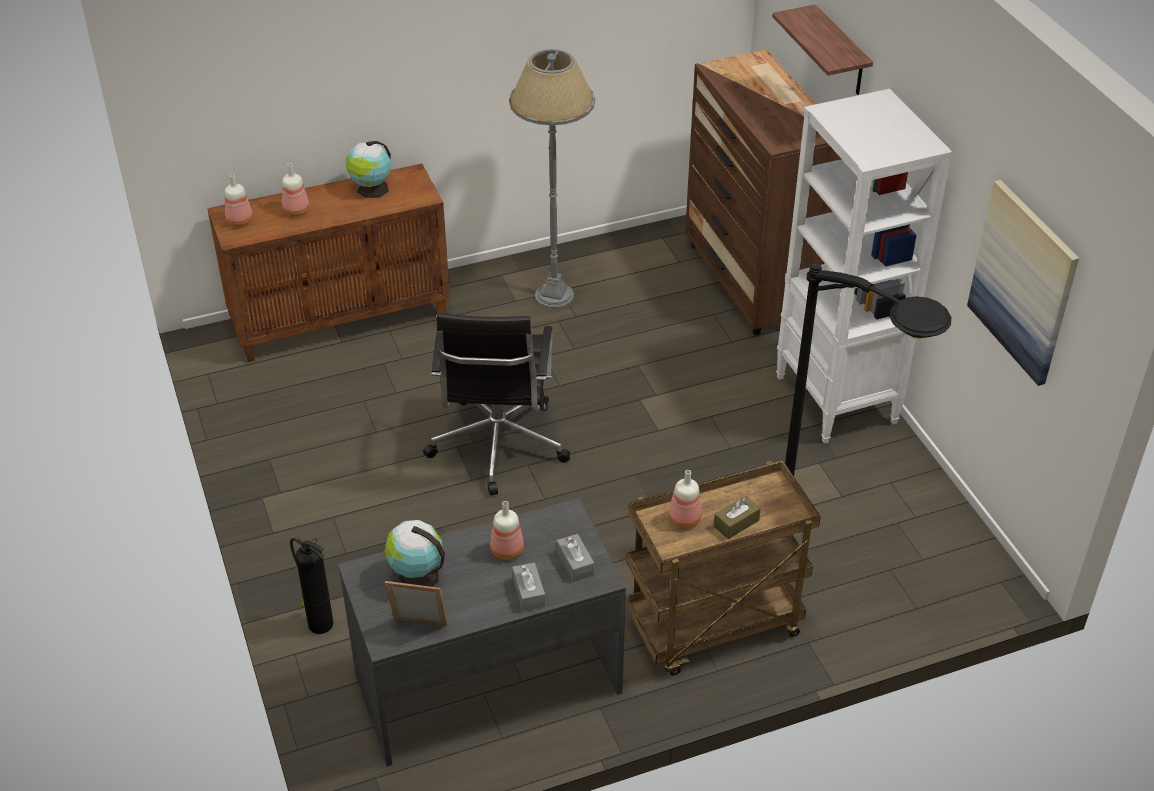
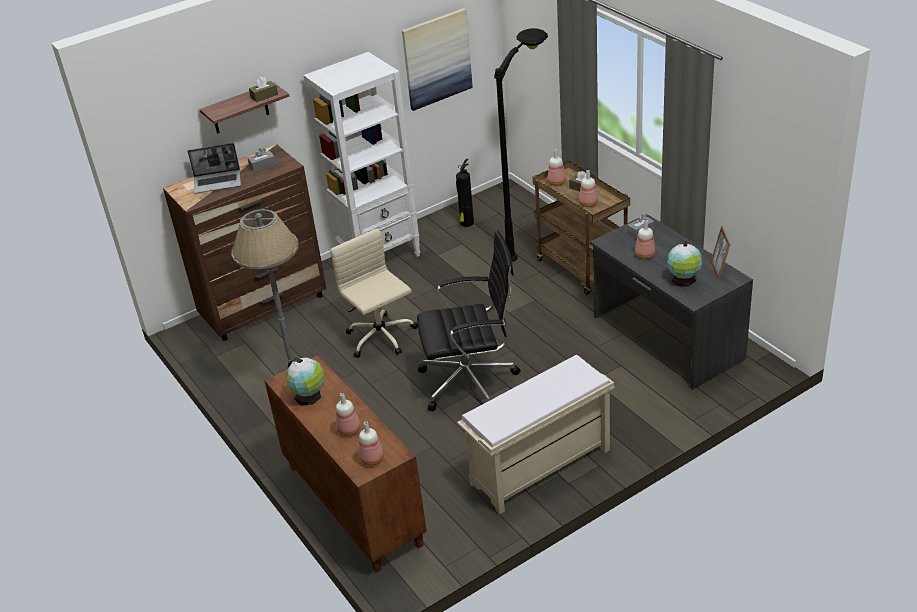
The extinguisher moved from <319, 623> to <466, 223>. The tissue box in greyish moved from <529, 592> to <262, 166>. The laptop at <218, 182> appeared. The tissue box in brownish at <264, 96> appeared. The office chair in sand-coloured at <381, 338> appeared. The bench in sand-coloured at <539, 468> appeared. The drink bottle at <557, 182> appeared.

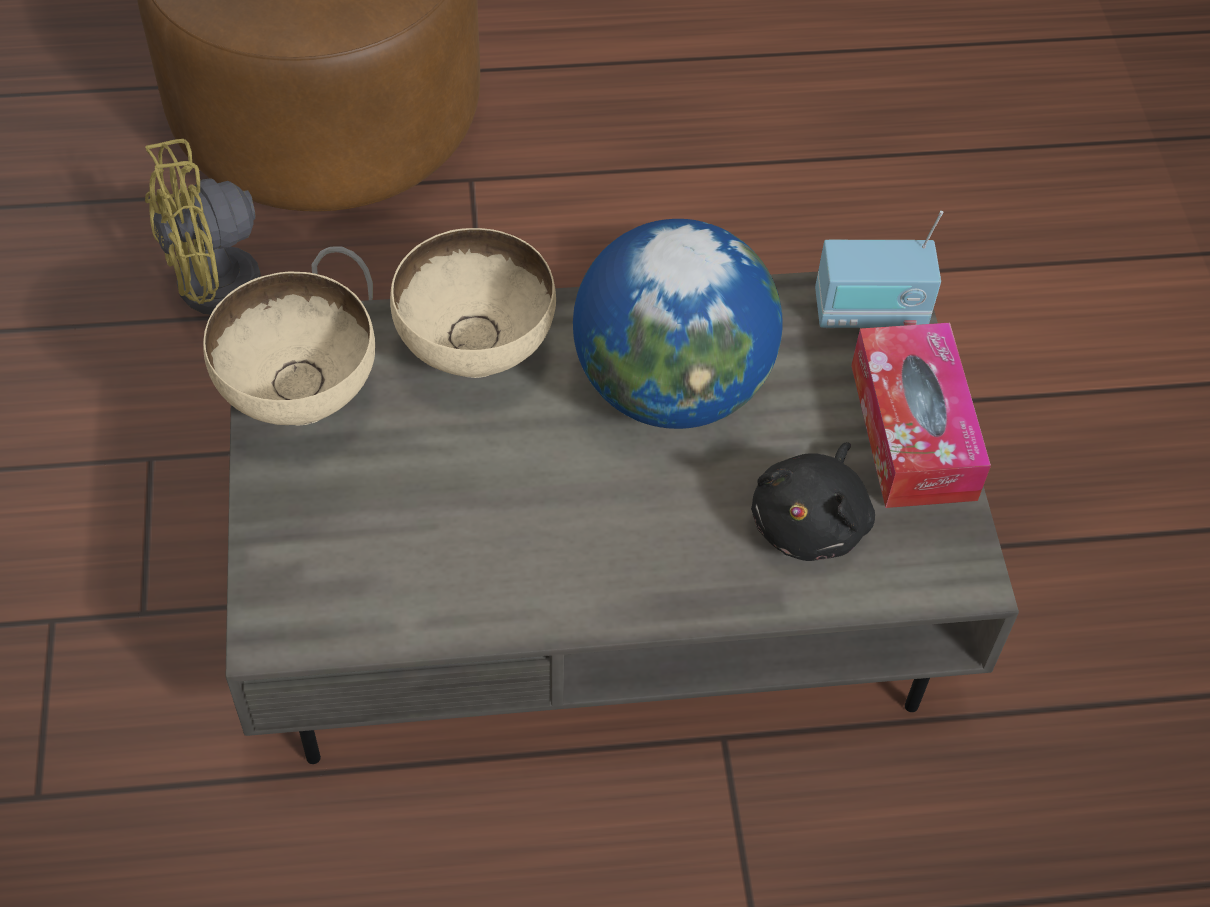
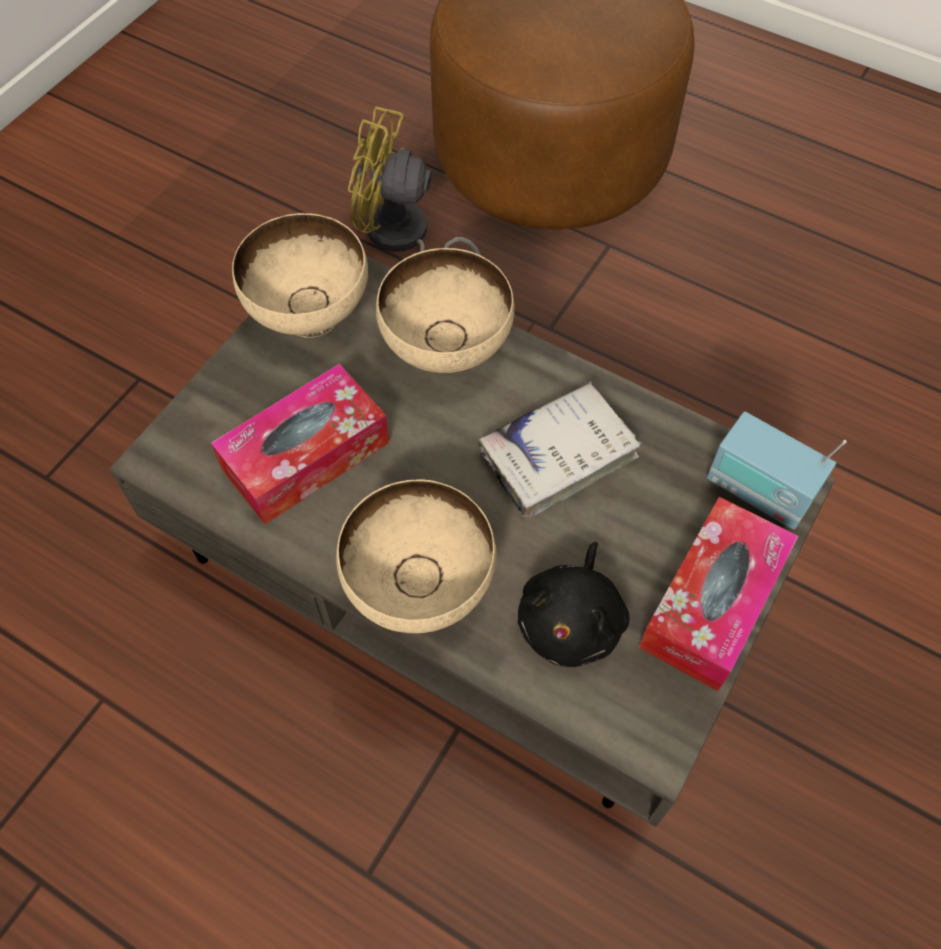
The globe at <671, 387> was replaced by the book in whitish at <558, 456>. The soft toy in black at <811, 522> turned 45 degrees counterclockwise. The tissue box at <306, 456> appeared. The deep dish in sand-coloured at <419, 588> appeared.

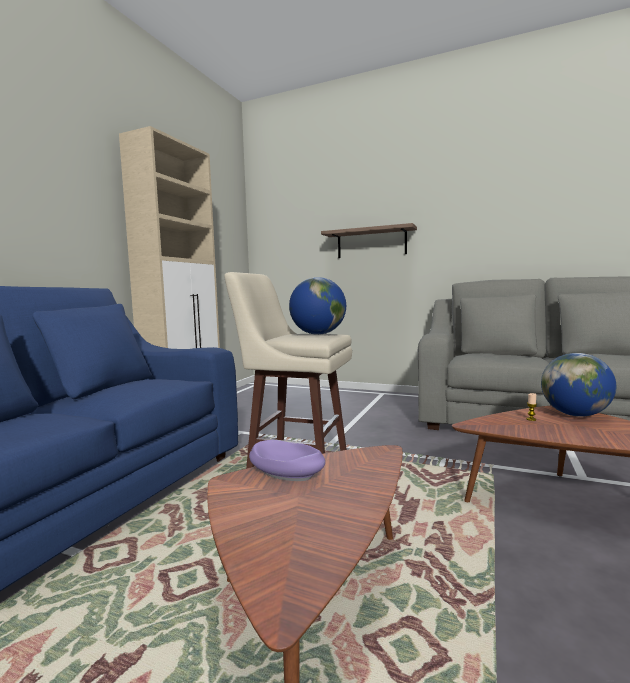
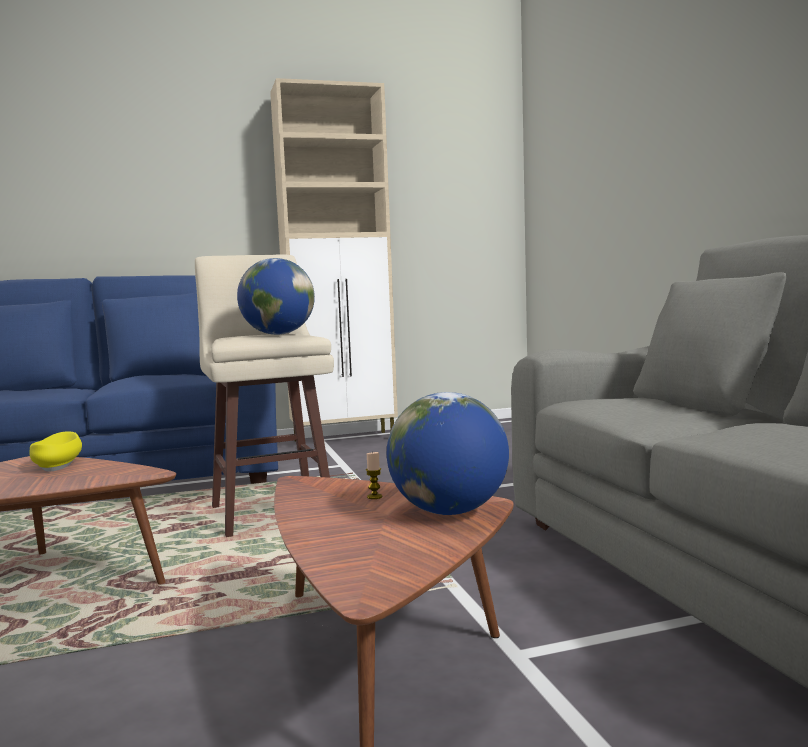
The deep dish in purple at <287, 474> became the deep dish in yellow-coloured at <58, 465>. The bracket shelf at <371, 243> disappeared.

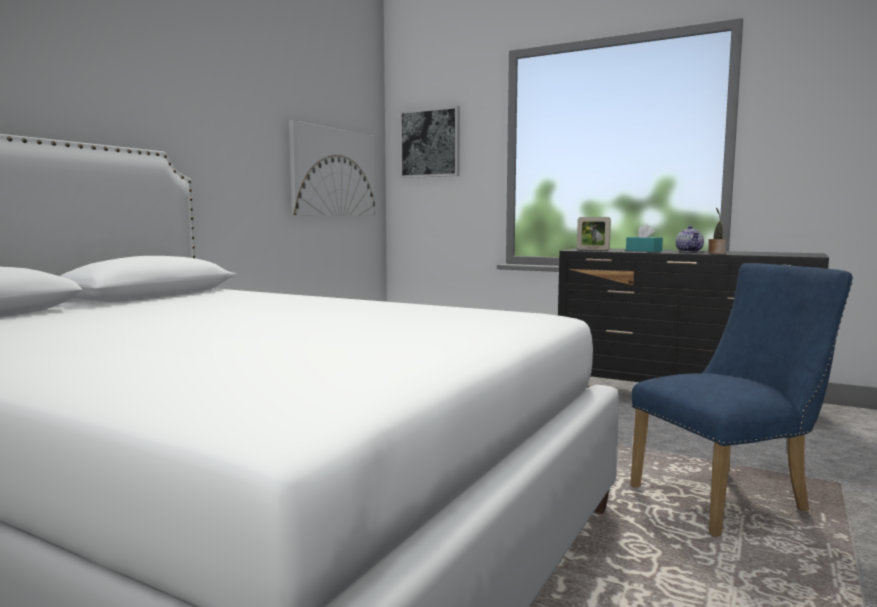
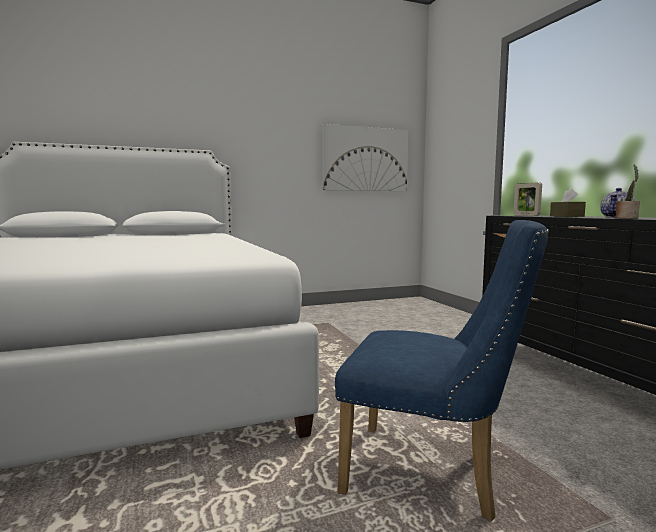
The wall art at <430, 143> disappeared. The tissue box in blue-green at <643, 251> became the tissue box in brownish at <566, 216>.

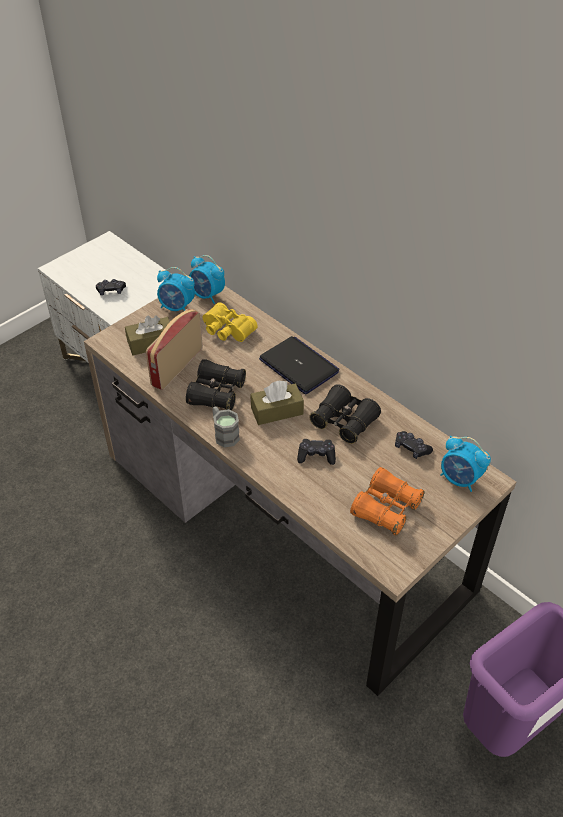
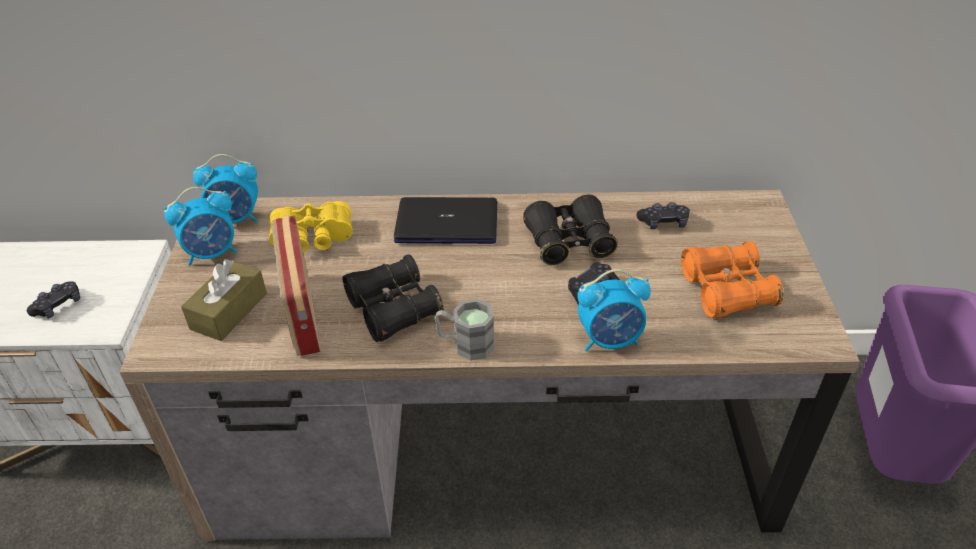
The tissue box in brownish at <277, 411> disappeared. The table clock moved from <460, 479> to <610, 340>.

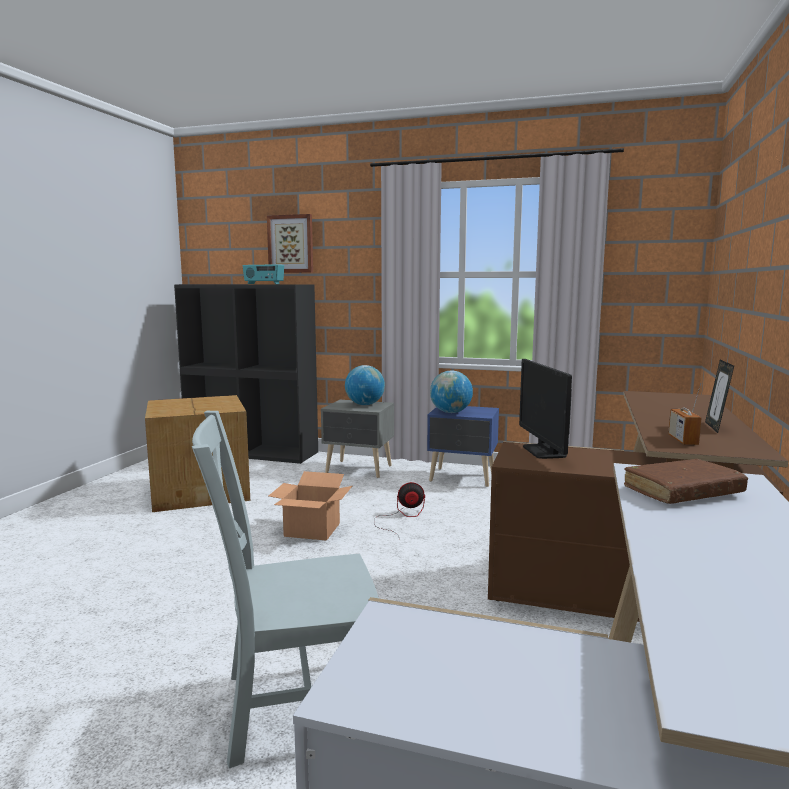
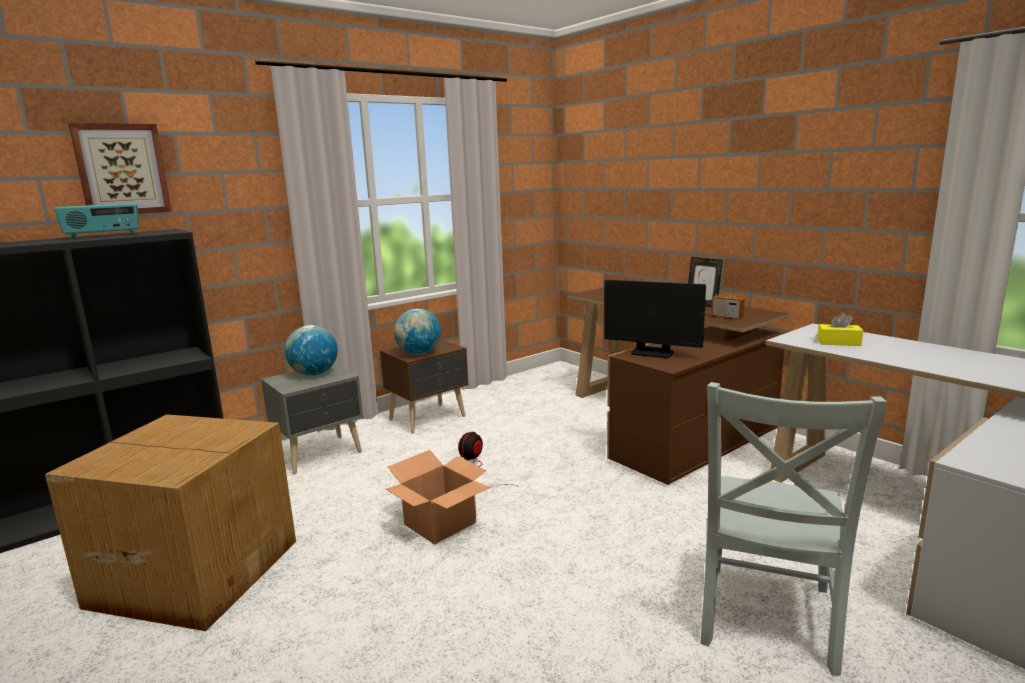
The nightstand in blue-coloured at <463, 478> became the nightstand in brownish at <429, 418>. The book in brownish at <682, 492> was replaced by the tissue box in yellow-coloured at <838, 342>.

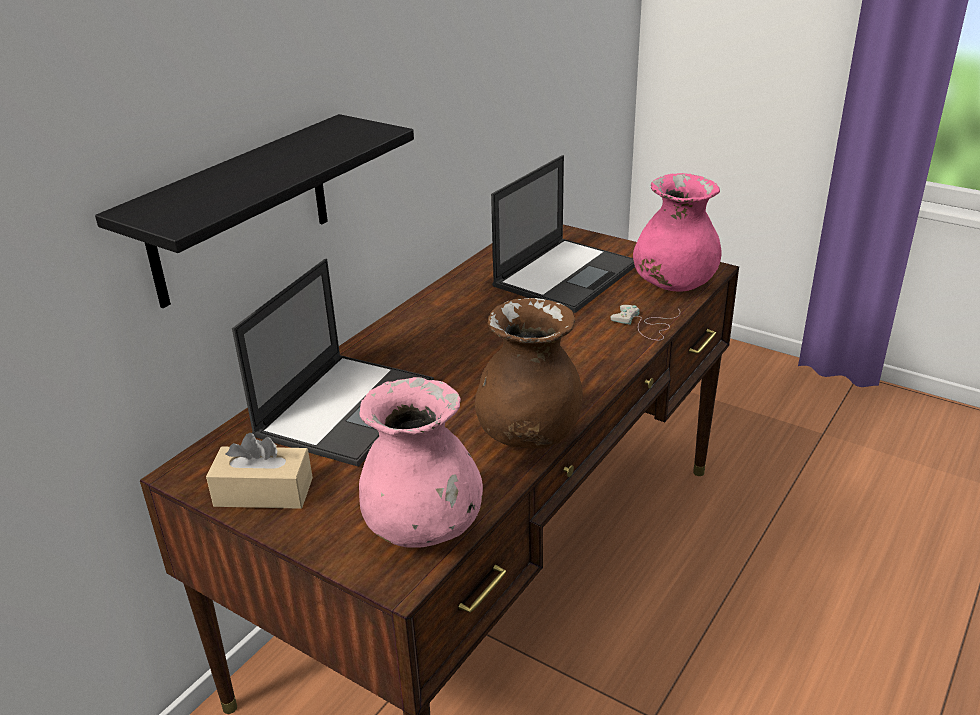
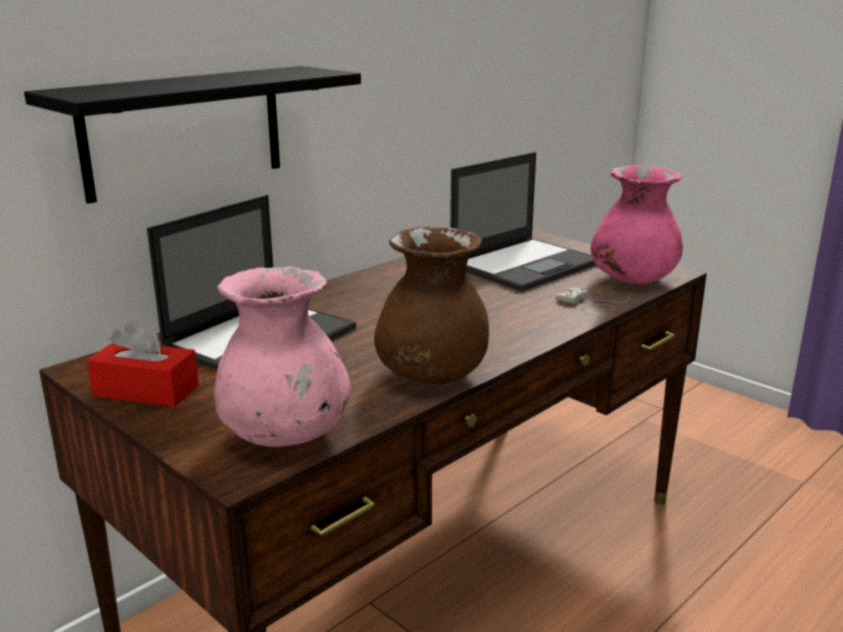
The tissue box in sand-coloured at <263, 492> became the tissue box in reddish at <146, 391>.

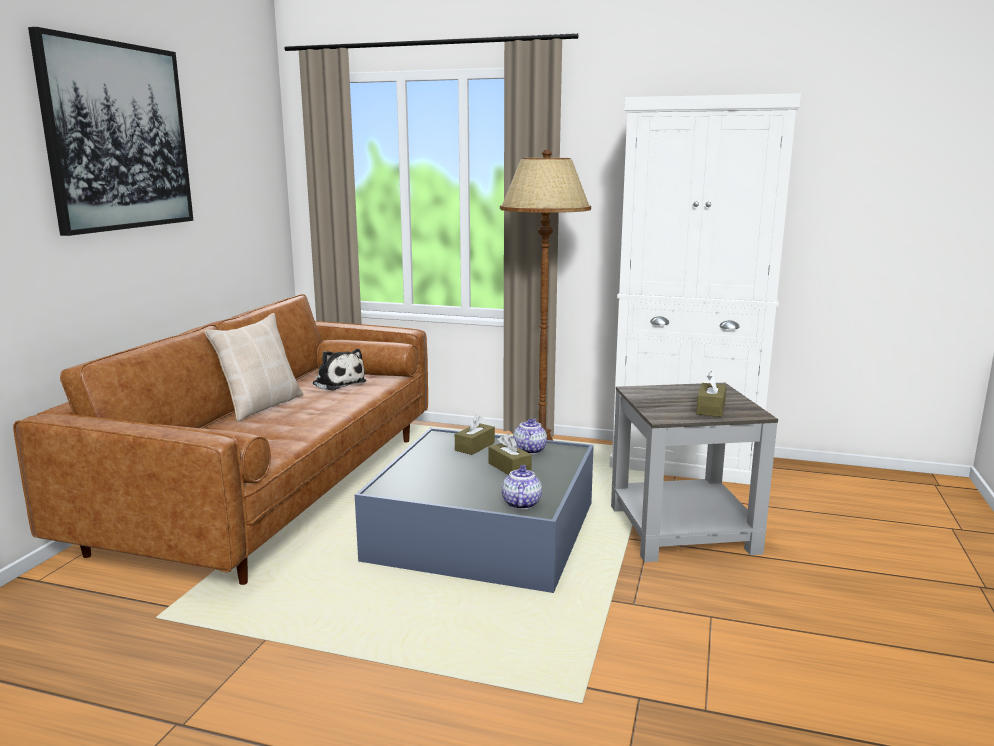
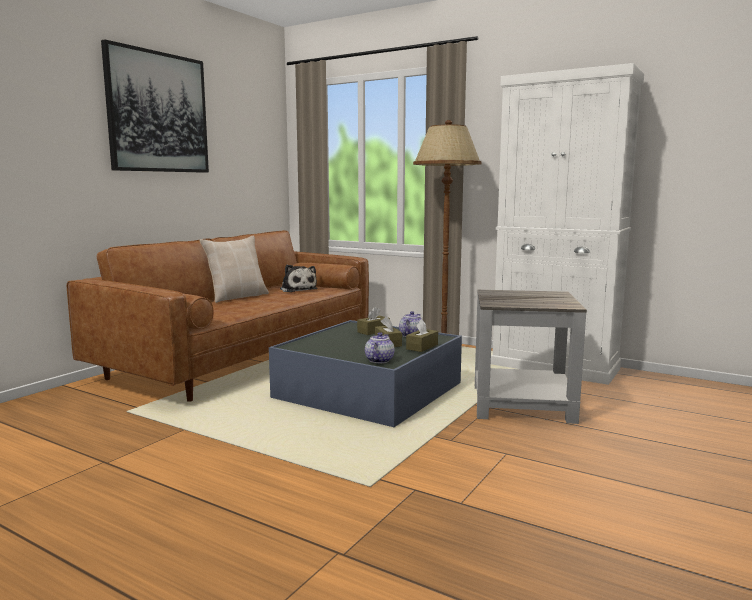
The tissue box in brownish moved from <710, 408> to <422, 347>.

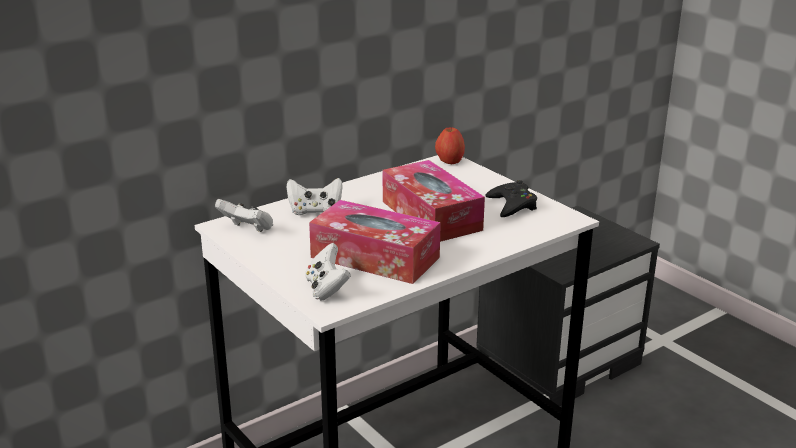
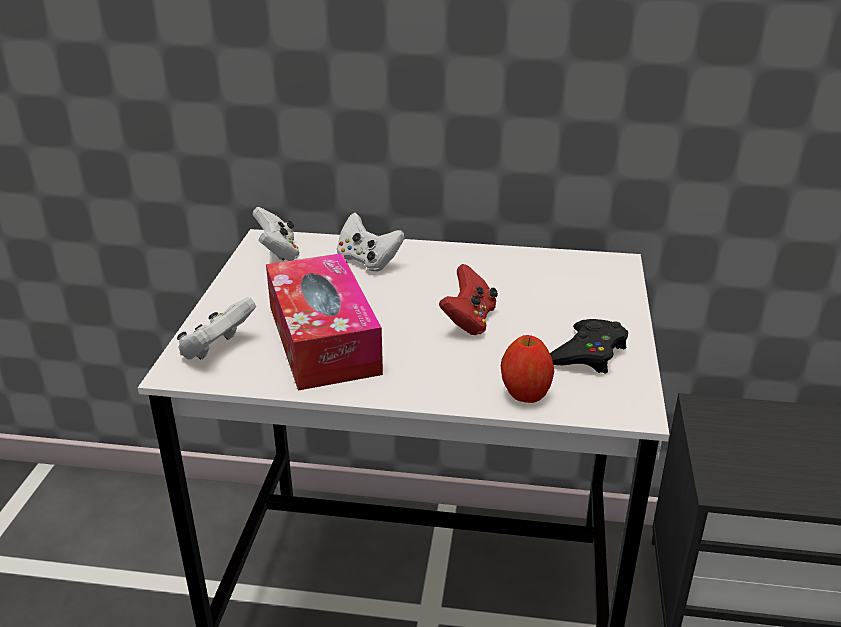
The tissue box at <431, 215> was replaced by the game controller in reddish at <469, 320>. The whole apple moved from <449, 162> to <525, 394>.

